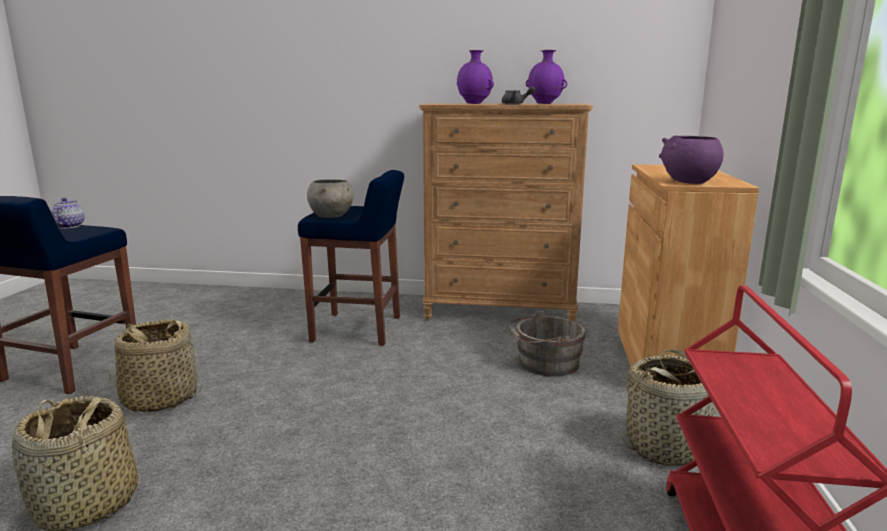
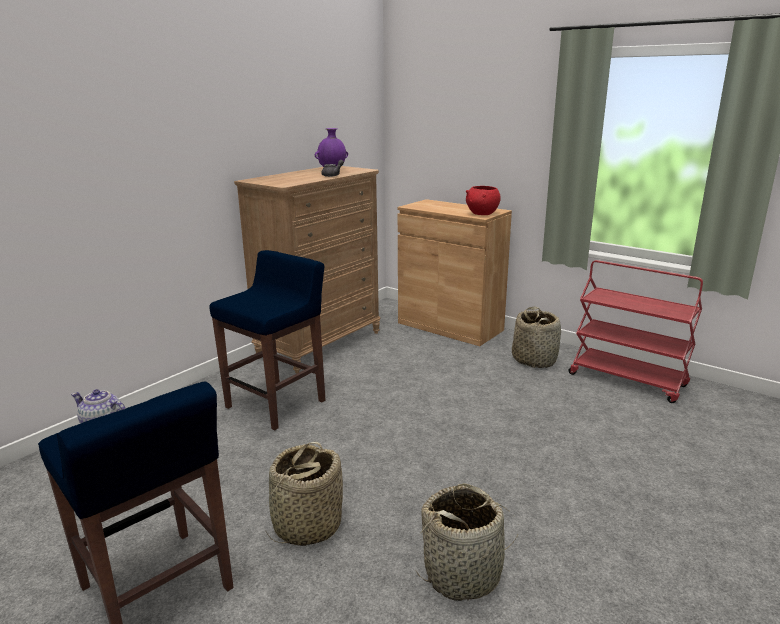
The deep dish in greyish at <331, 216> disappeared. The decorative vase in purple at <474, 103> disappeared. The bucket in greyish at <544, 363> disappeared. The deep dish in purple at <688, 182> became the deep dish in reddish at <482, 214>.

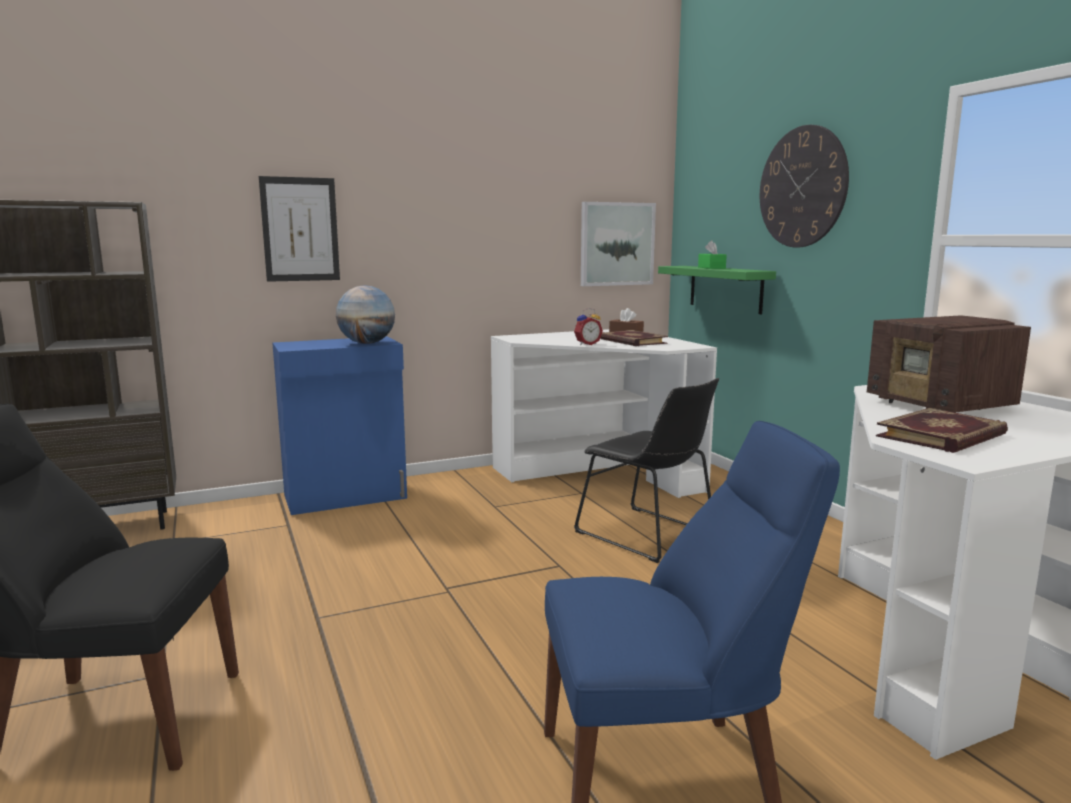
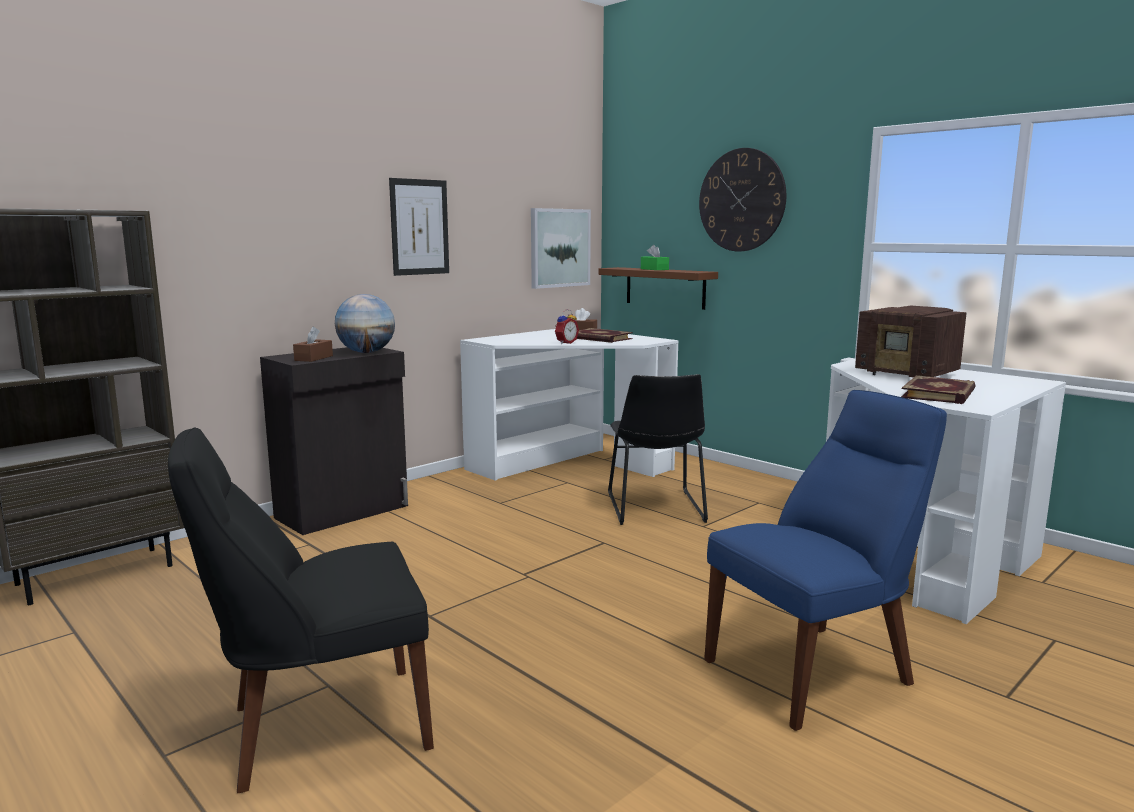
The wall art moved from <300, 229> to <419, 227>. The cabinet in blue-coloured at <347, 497> became the cabinet in black at <344, 512>. The plain chair in black at <649, 535> turned 60 degrees clockwise. The bracket shelf in green at <725, 288> became the bracket shelf in brownish at <665, 287>. The tissue box in brownish at <313, 358> appeared.

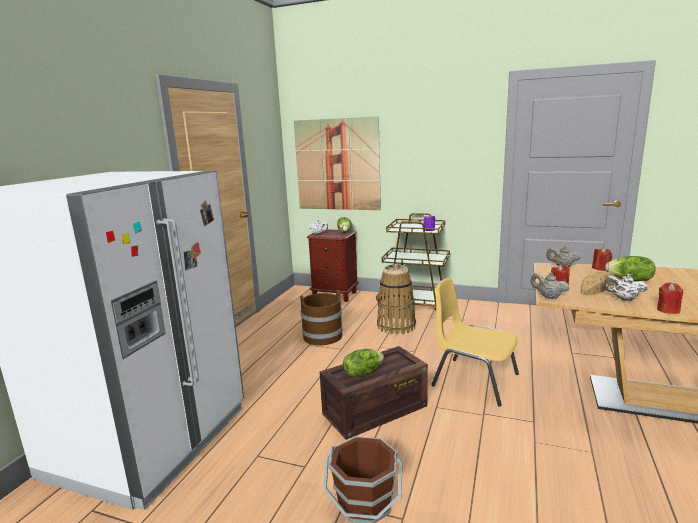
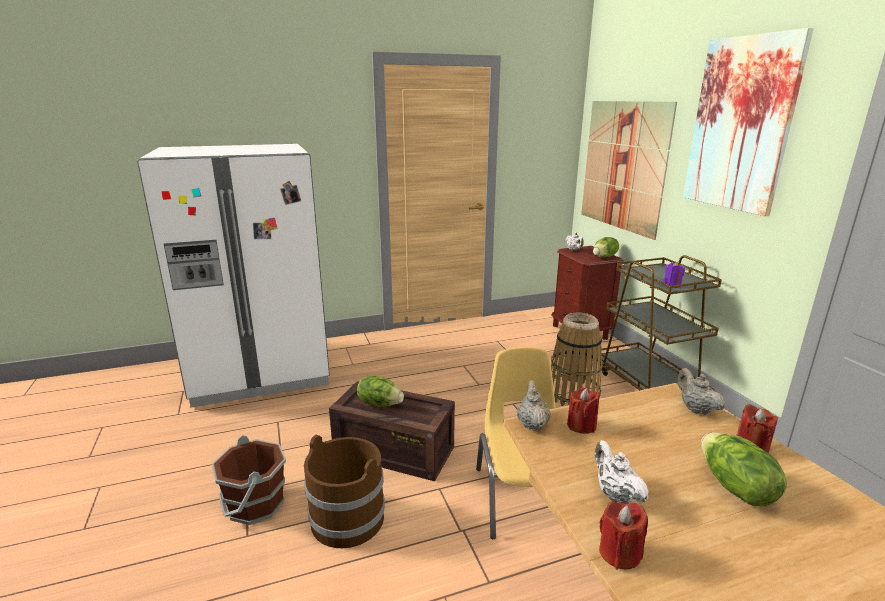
The bucket in brownish moved from <323, 336> to <348, 519>. The bread at <597, 288> disappeared. The wall art at <741, 125> appeared.

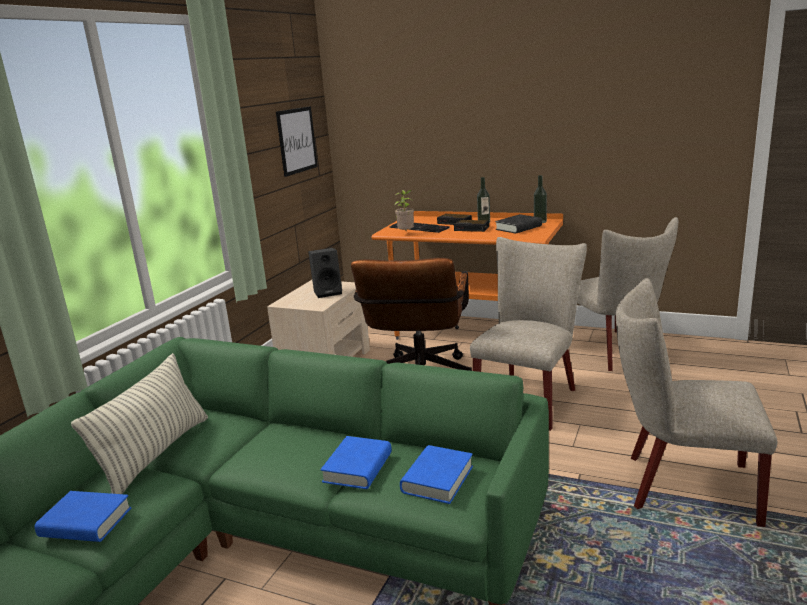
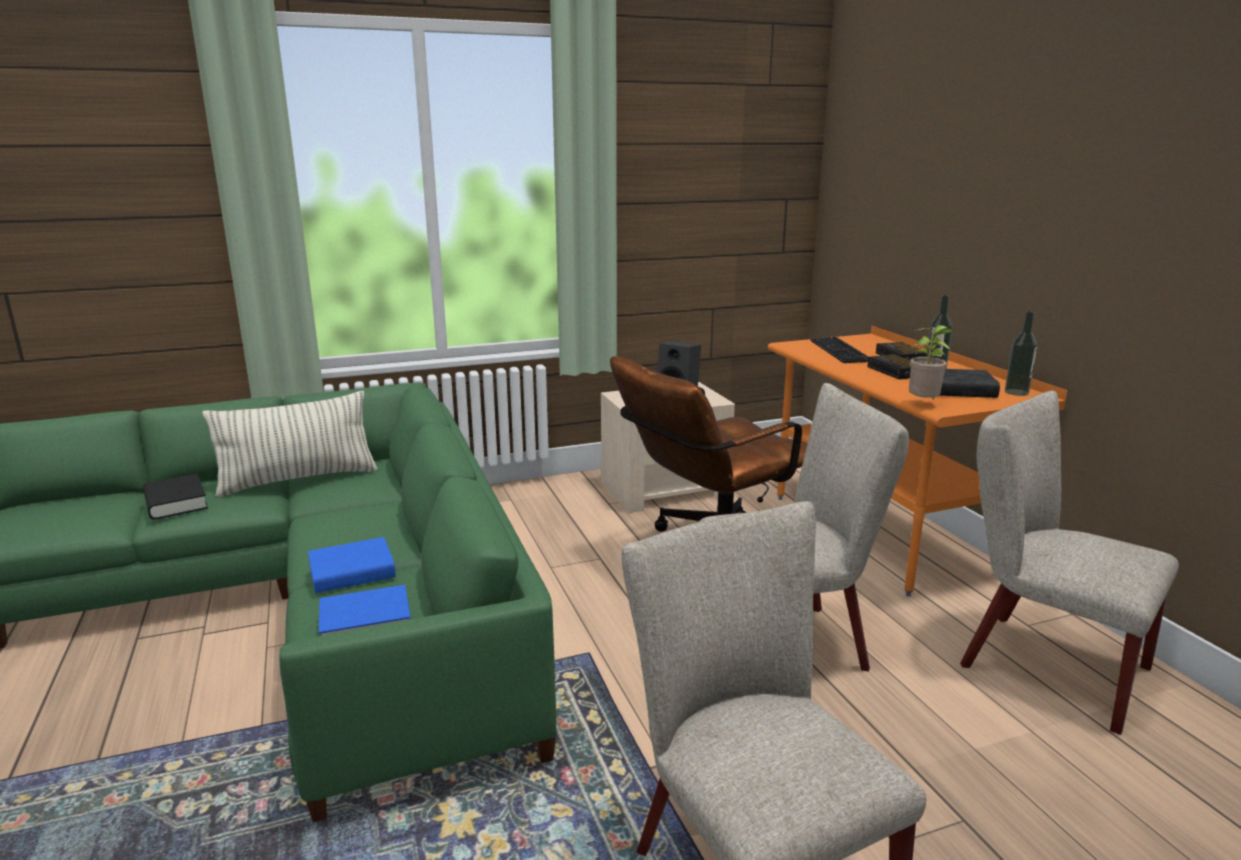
The book in blue-coloured at <86, 523> became the book in black at <176, 503>. The wall art at <297, 140> disappeared. The potted plant moved from <406, 234> to <924, 404>. The plain chair in sand-coloured at <616, 352> turned 105 degrees clockwise.

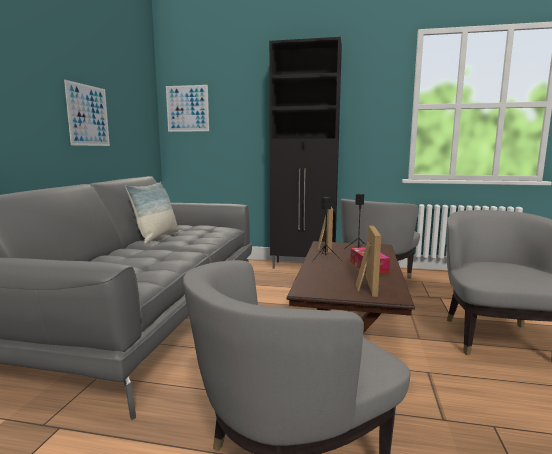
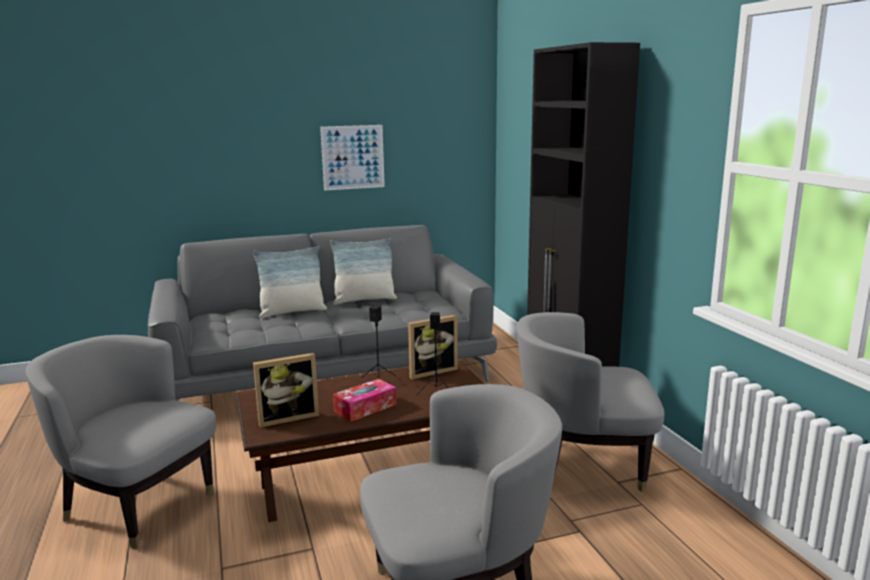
The wall art at <187, 108> disappeared. The cushion at <292, 312> appeared.

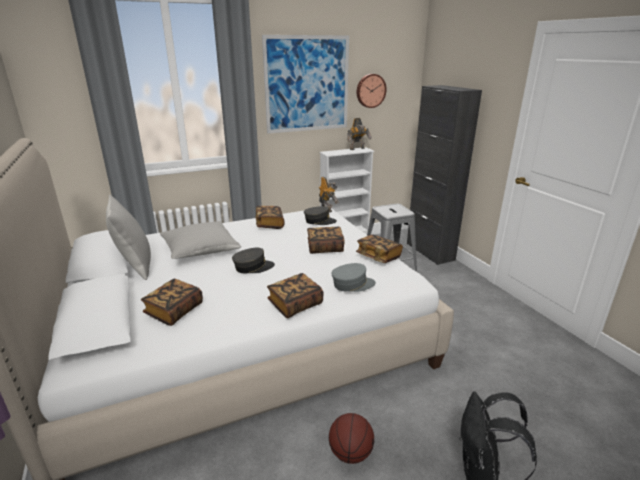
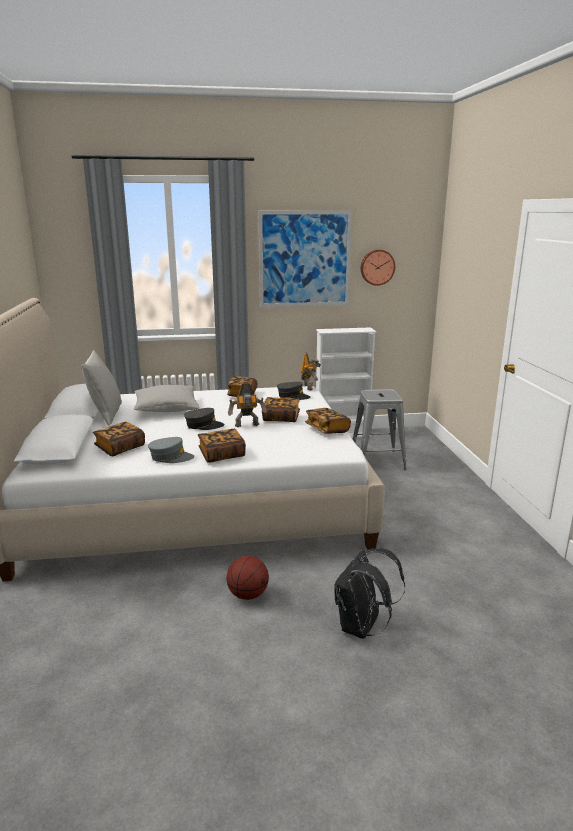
The peaked cap in greyish moved from <352, 284> to <171, 457>. The robot figure moved from <358, 149> to <247, 425>. The cabinet in black at <430, 252> disappeared.

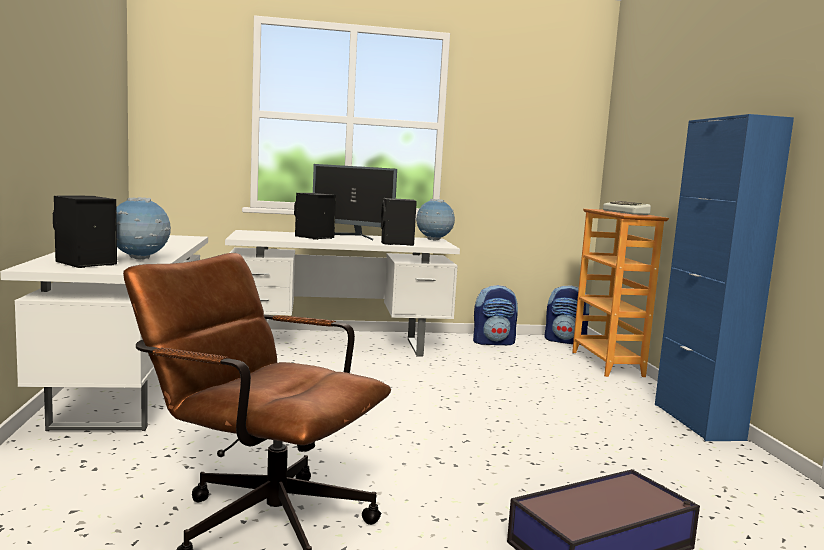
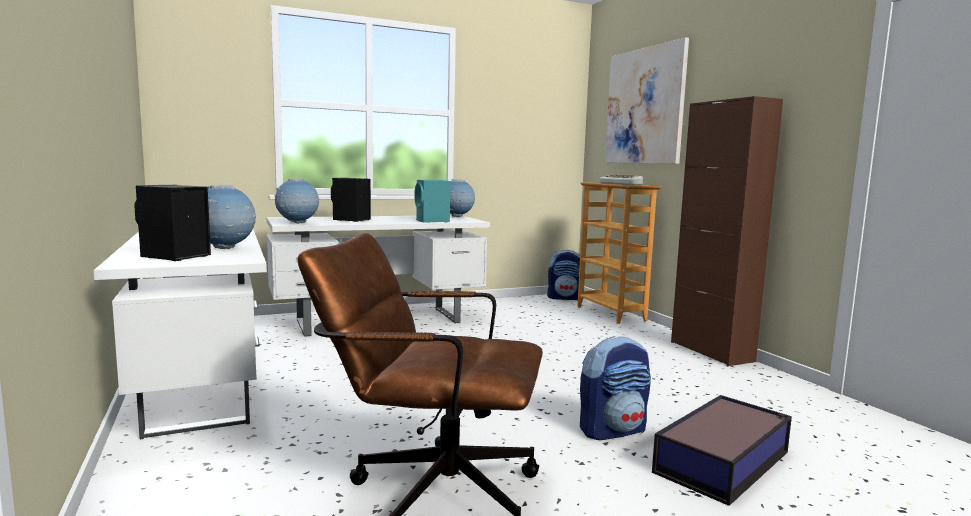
The monitor at <352, 236> disappeared. The audio speaker in black at <397, 243> became the audio speaker in blue-green at <432, 221>. The backpack moved from <493, 342> to <613, 430>. The cabinet in blue-coloured at <697, 422> became the cabinet in brownish at <711, 351>. The globe at <297, 223> appeared. The wall art at <644, 106> appeared.

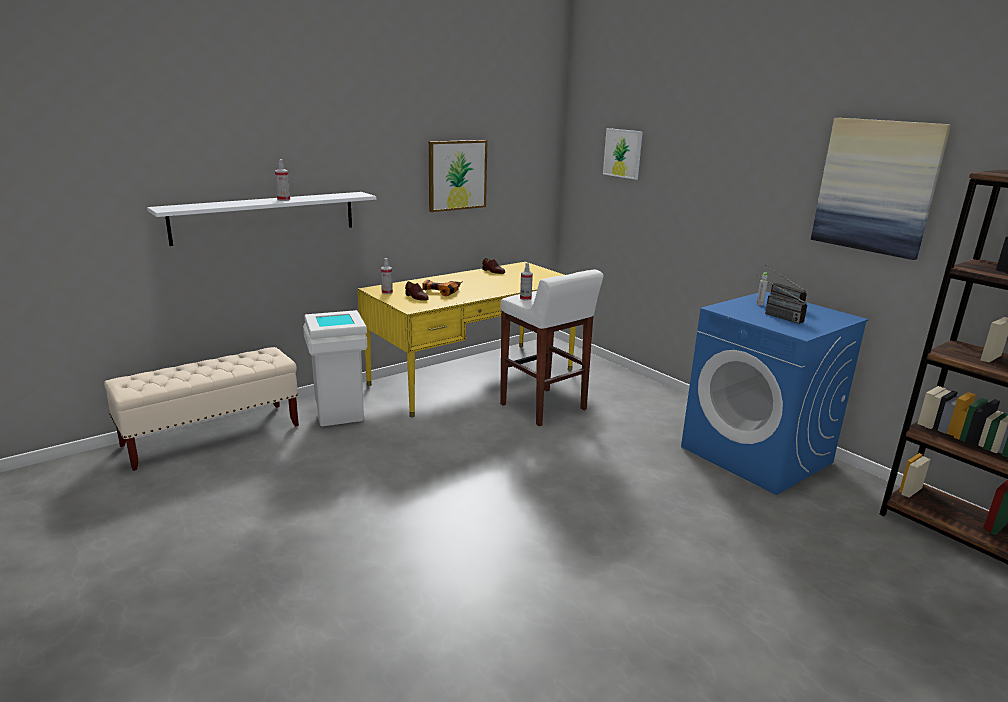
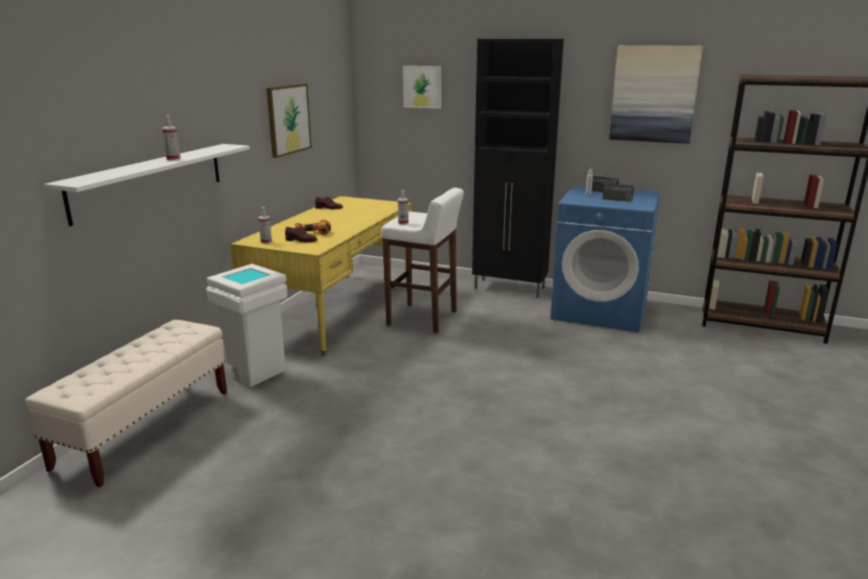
The cabinet in black at <510, 288> appeared.

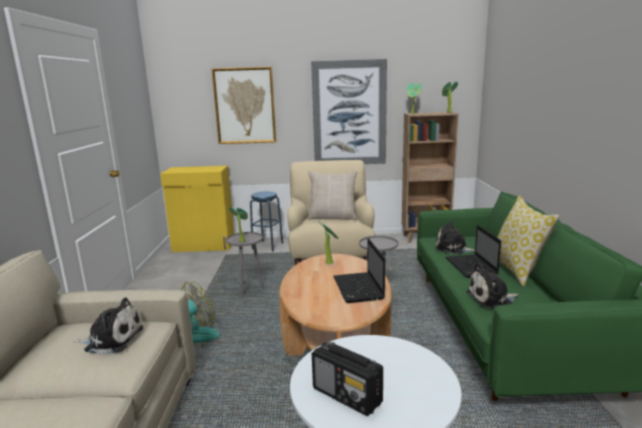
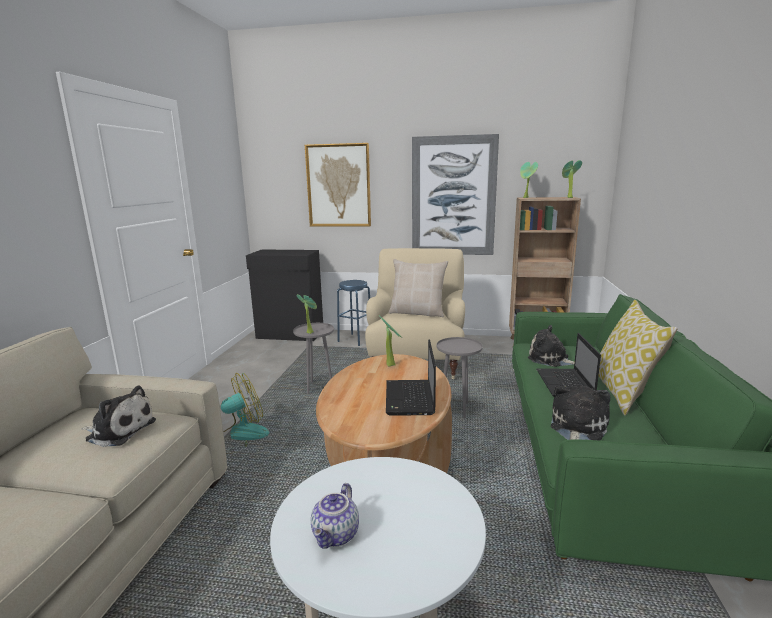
The cabinet in yellow-coloured at <204, 246> became the cabinet in black at <290, 334>. The radio receiver at <347, 396> was replaced by the tea pot at <336, 535>. The soft toy at <491, 299> turned 120 degrees clockwise.

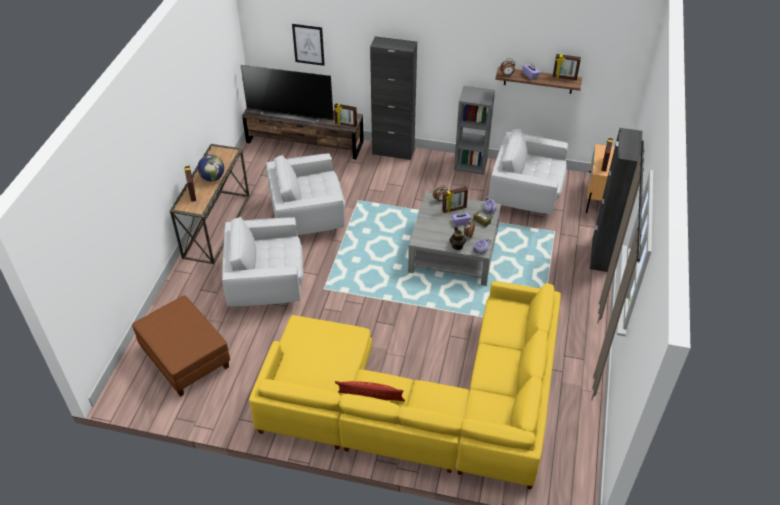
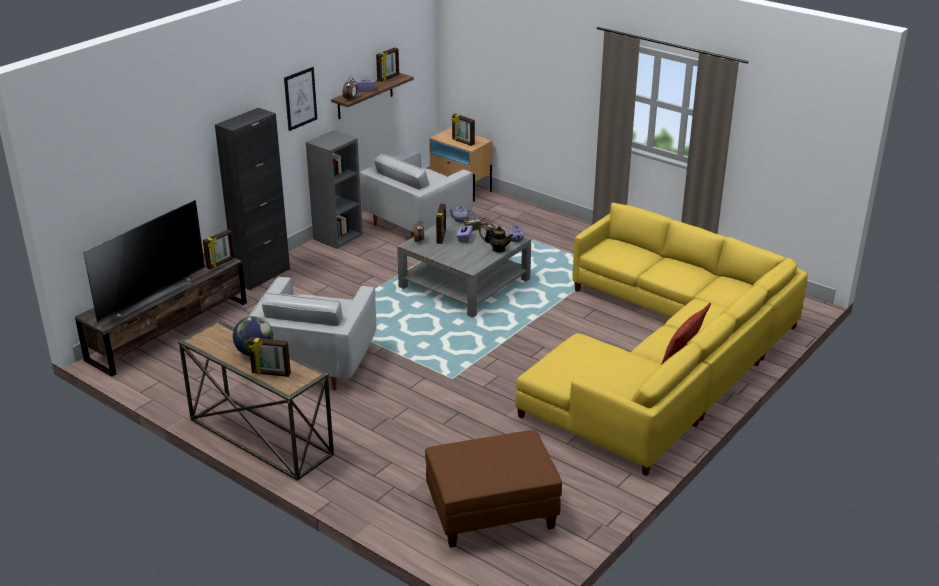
The easy chair in whitish at <267, 283> disappeared. The wall art moved from <308, 44> to <300, 98>. The cabinet in black at <601, 254> disappeared.

